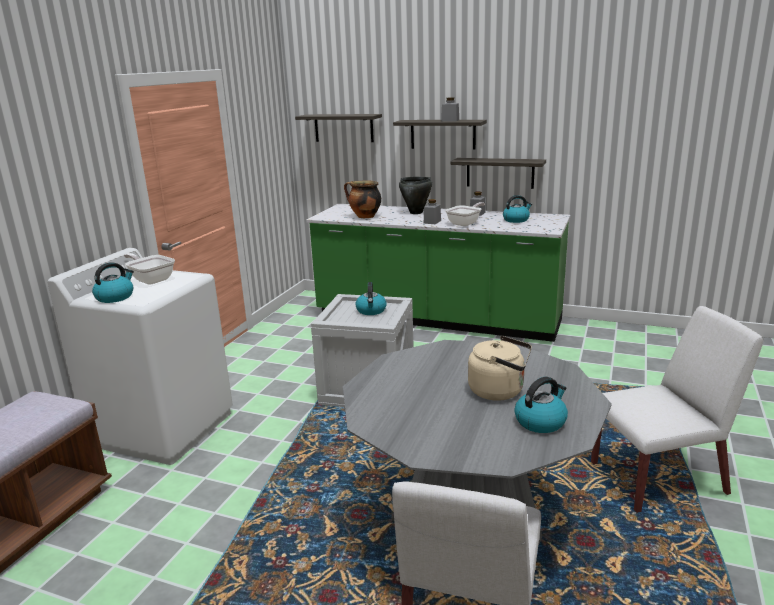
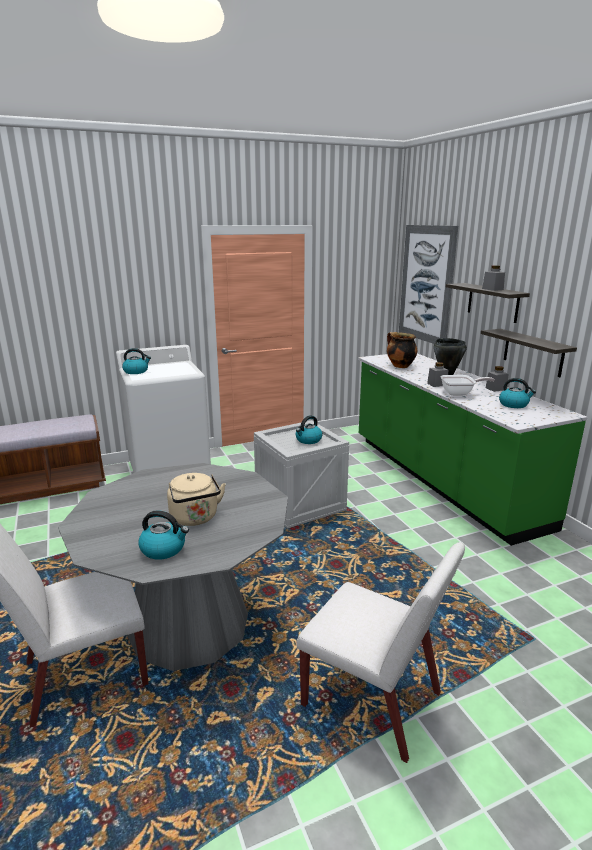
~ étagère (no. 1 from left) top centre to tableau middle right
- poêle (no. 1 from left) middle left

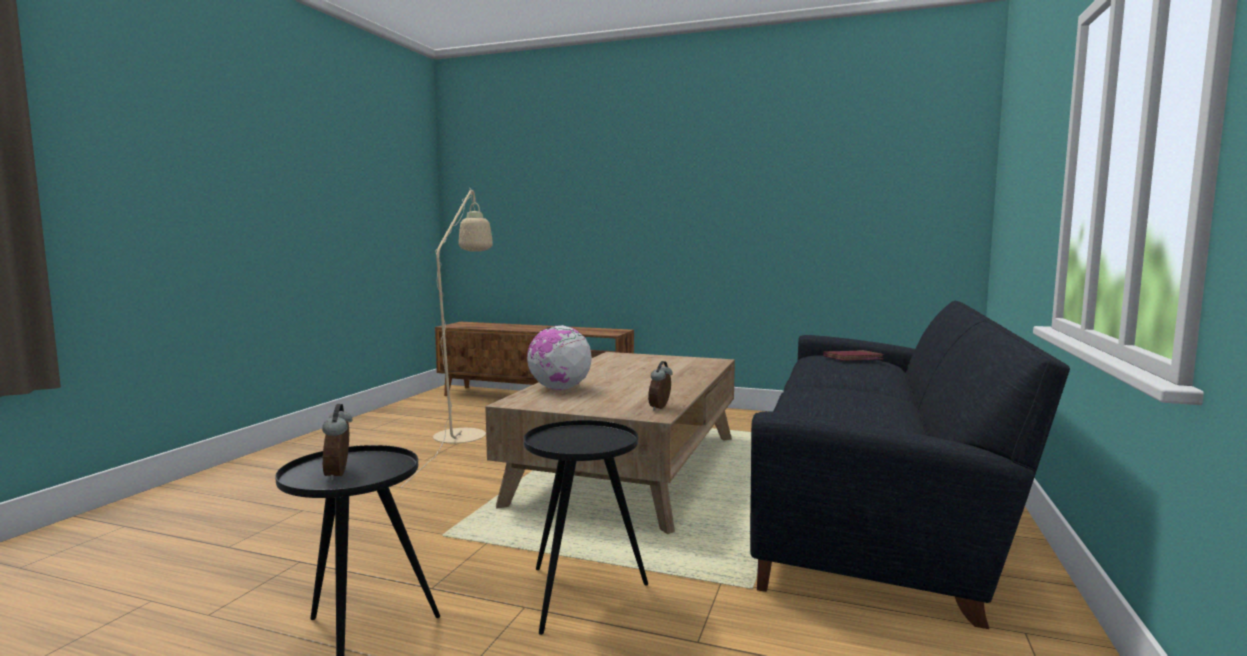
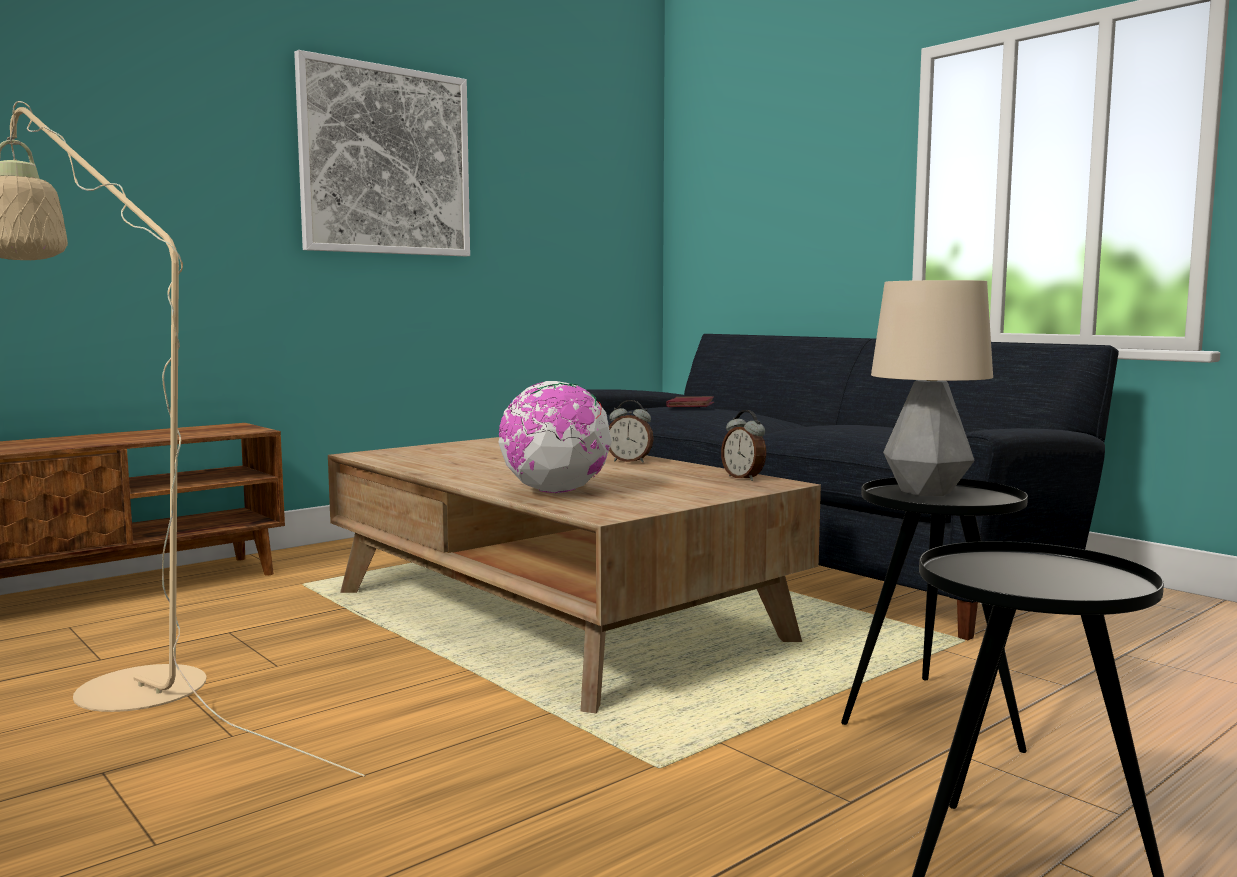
~ réveil (no. 1 from left) bottom left to centre
+ tableau top left
+ lampe de table middle right

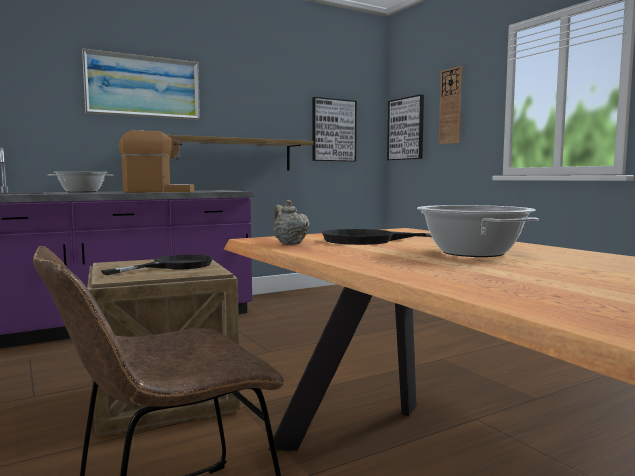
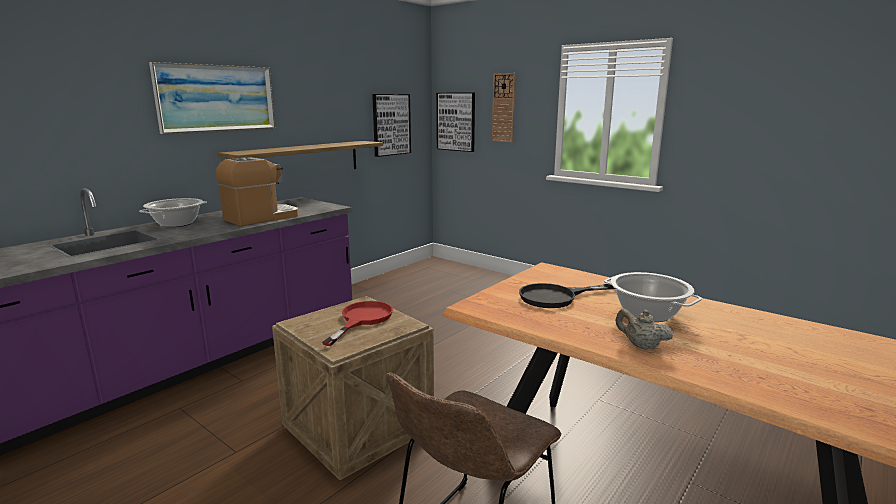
~ théière (beige) centre to middle right
~ poêle (noir) (no. 1 from left) middle left to poêle (rouge) centre

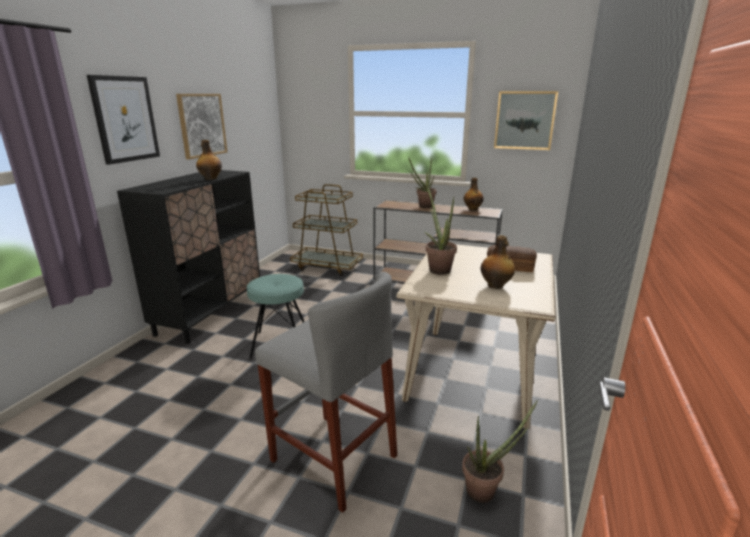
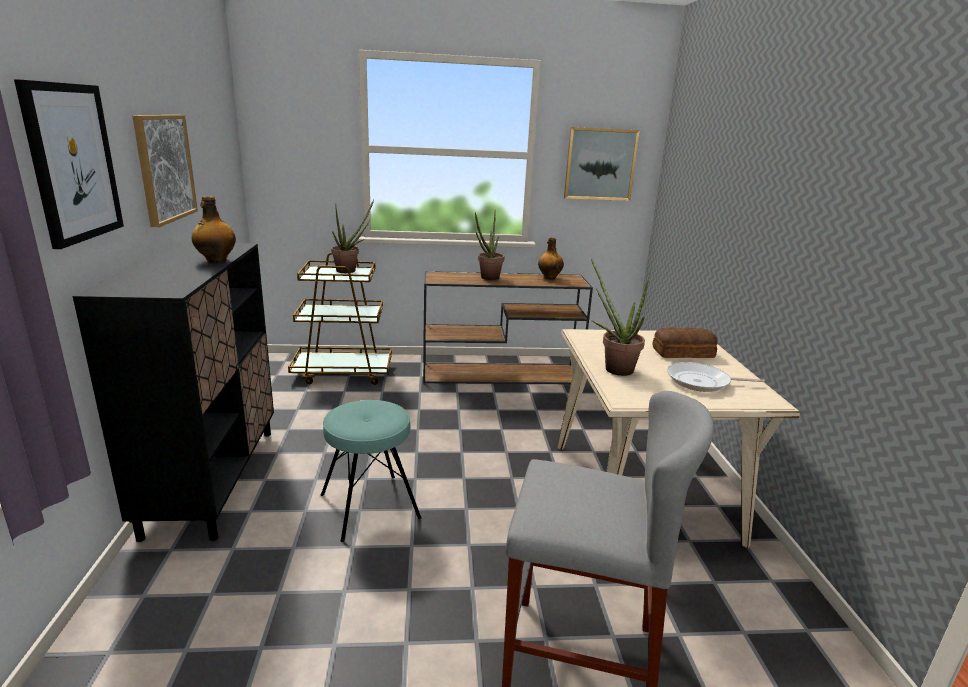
~ bouteille (no. 3 from left) centre to poêle middle right
~ plante en pot (no. 3 from left in the first image) bottom right to plante en pot (no. 1 from left) centre

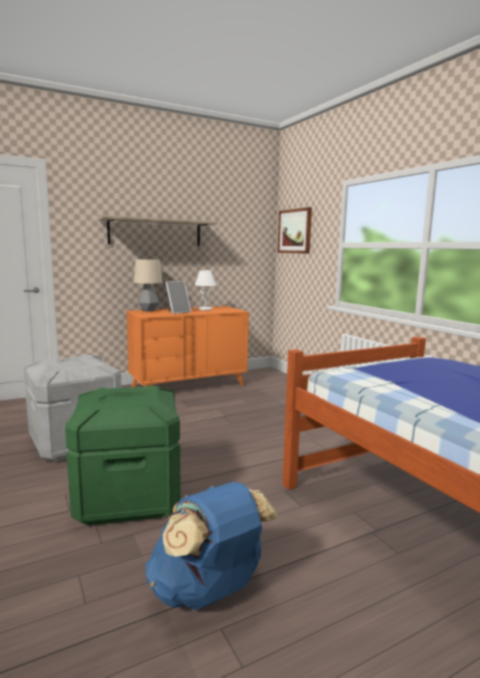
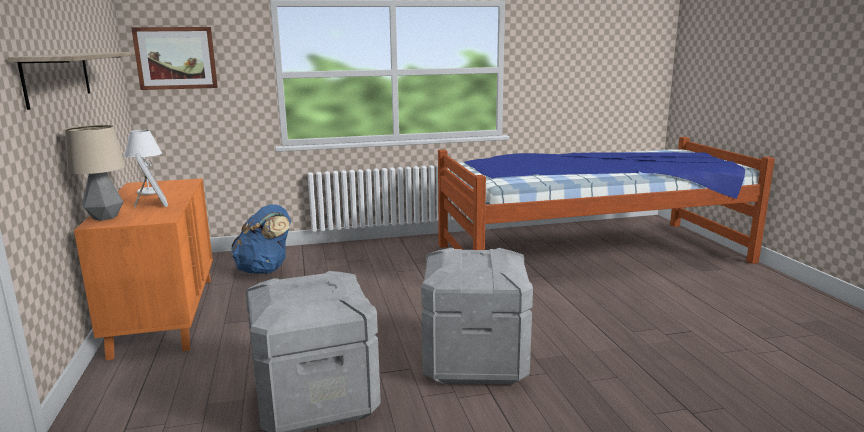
~ boîte de rangement (vert) bottom left to boîte de rangement (gris) (no. 2 from left) bottom centre
~ sac à dos (bleu) bottom centre to middle left

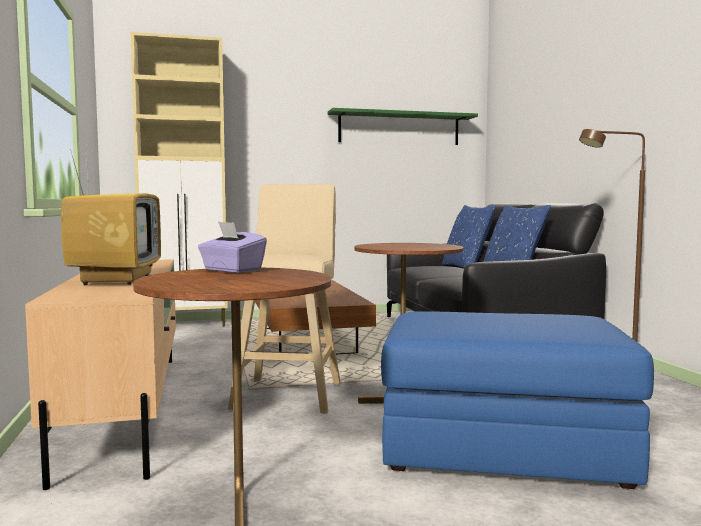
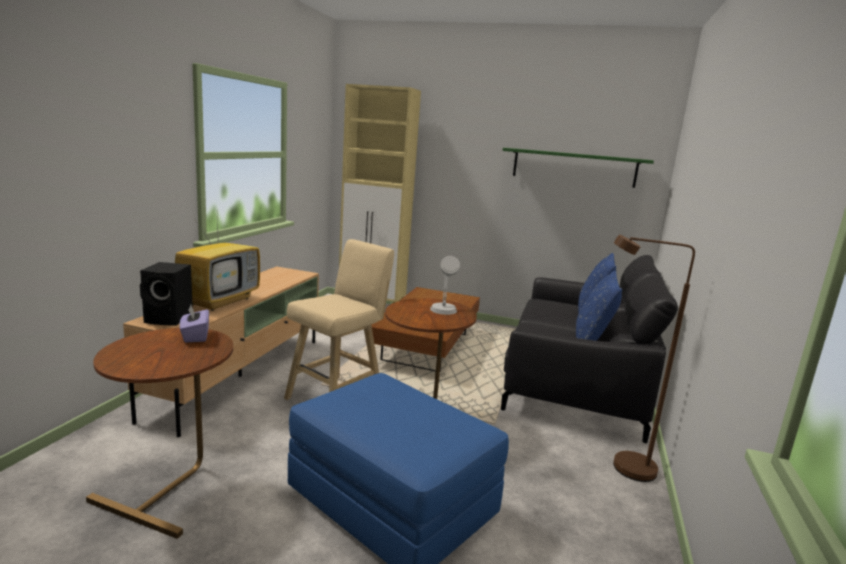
+ lampe de table (gris) centre
+ enceinte (noir) middle left

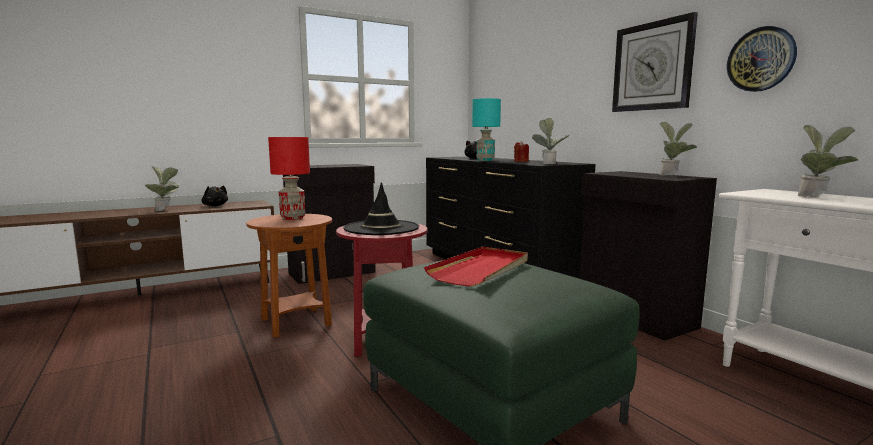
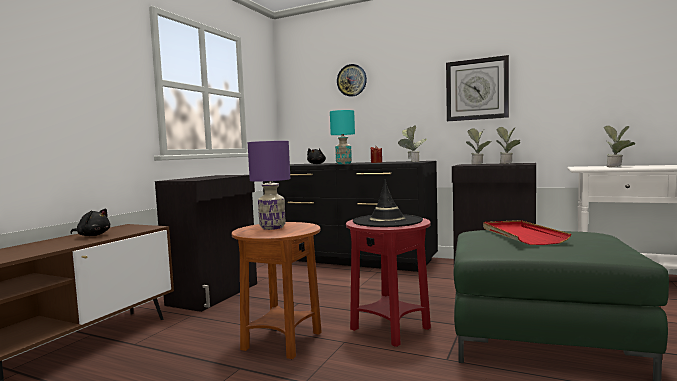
~ horloge murale (no. 2 from left in the first image) top right to horloge murale (no. 1 from left) top centre
~ lampe de table (rouge) middle left to lampe de table (violet) centre
~ plante en pot (no. 1 from left in the first image) middle left to plante en pot (no. 2 from left) middle right

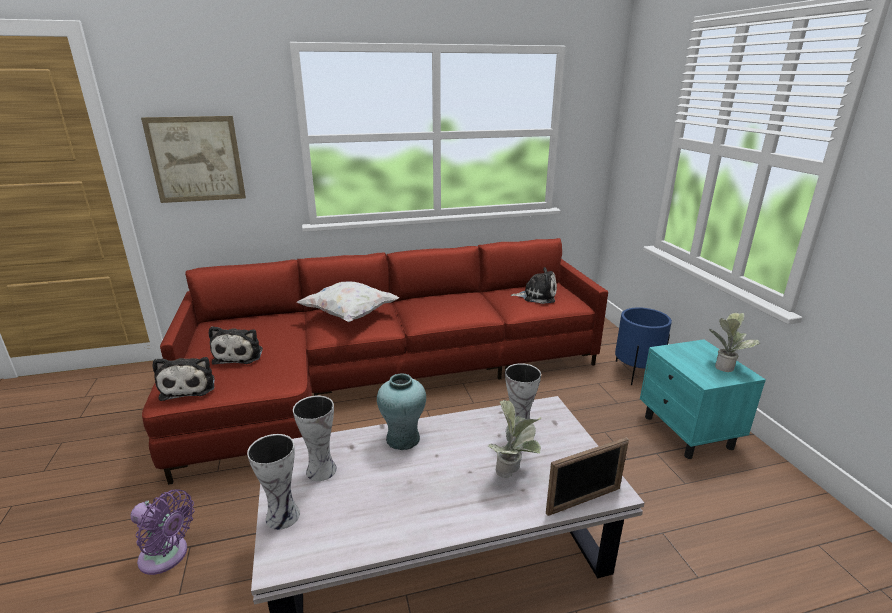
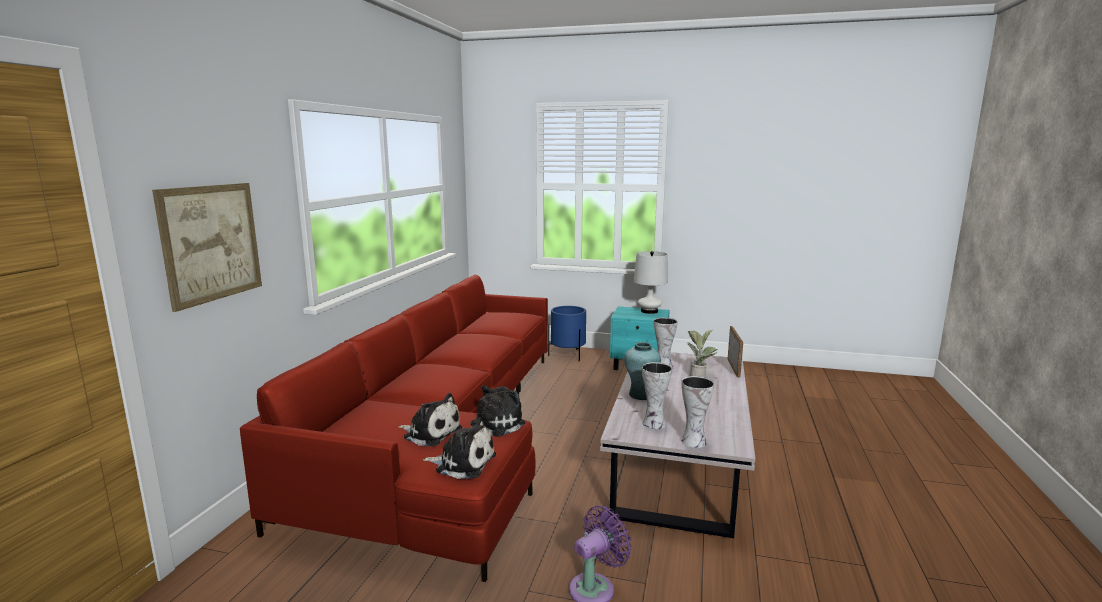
~ peluche (no. 3 from left) centre to bottom centre
- coussin (blanc) centre
~ plante en pot (no. 2 from left) middle right to lampe de table (blanc) centre

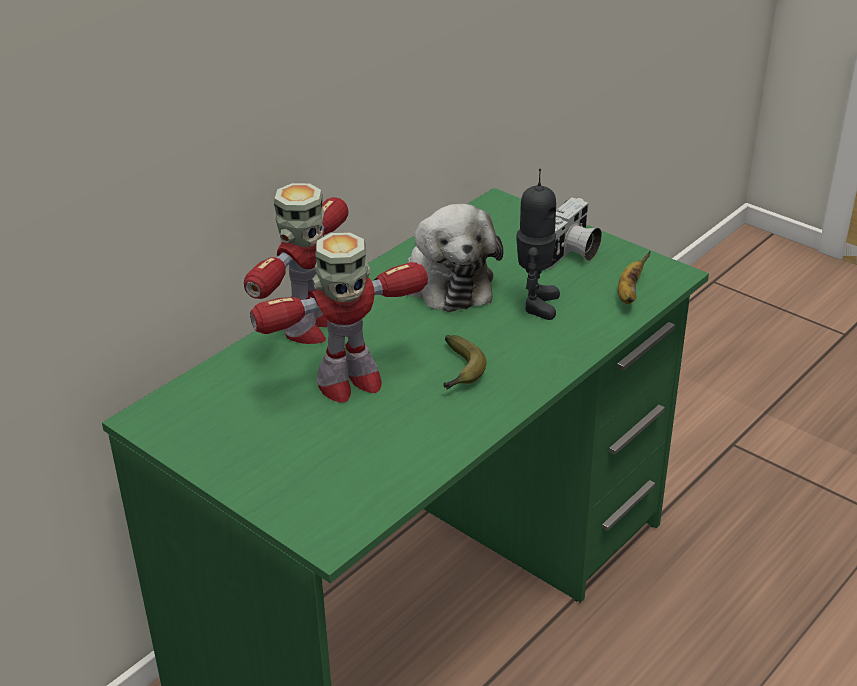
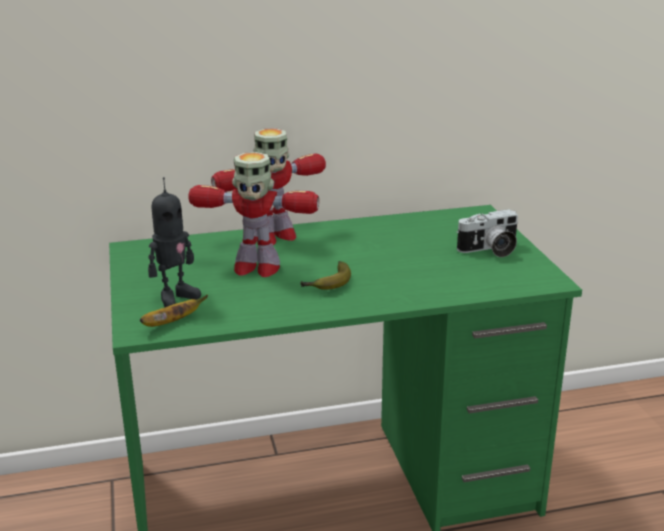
~ robot jouet (no. 3 from left in the first image) centre to robot jouet (no. 1 from left) middle left
- peluche centre
~ banane (no. 2 from left in the first image) middle right to banane (no. 1 from left) middle left

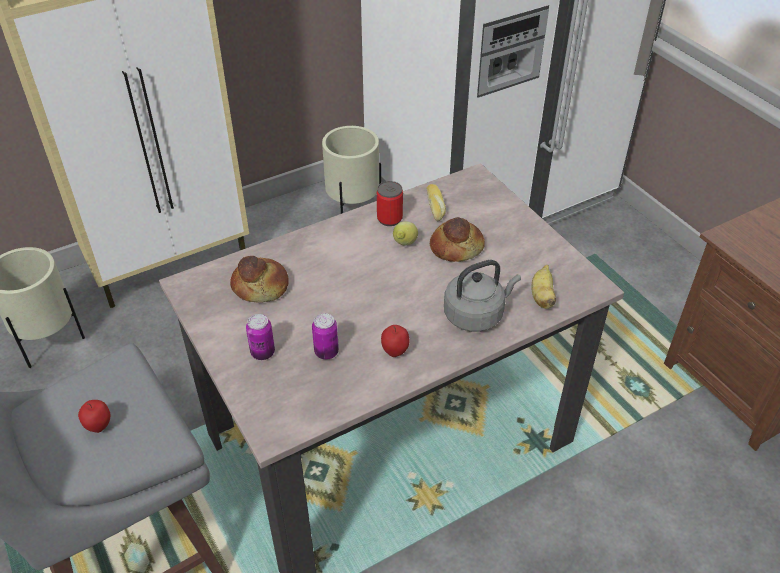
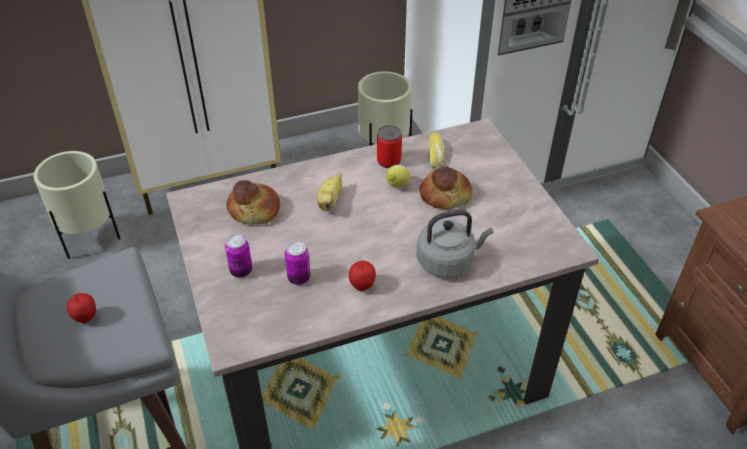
~ banane middle right to centre

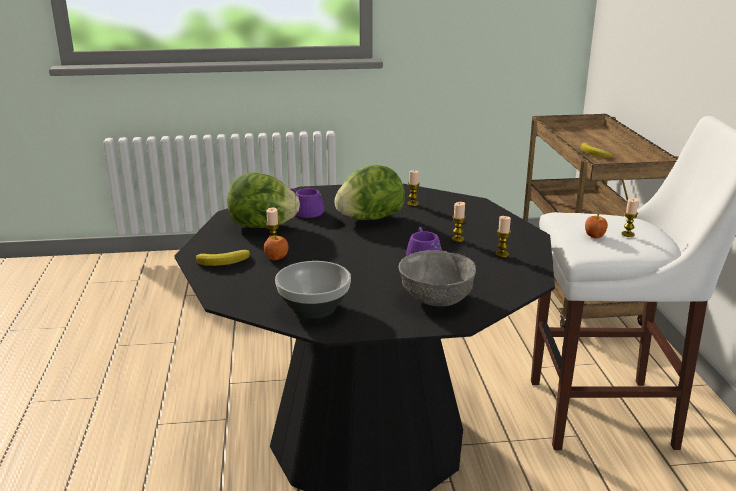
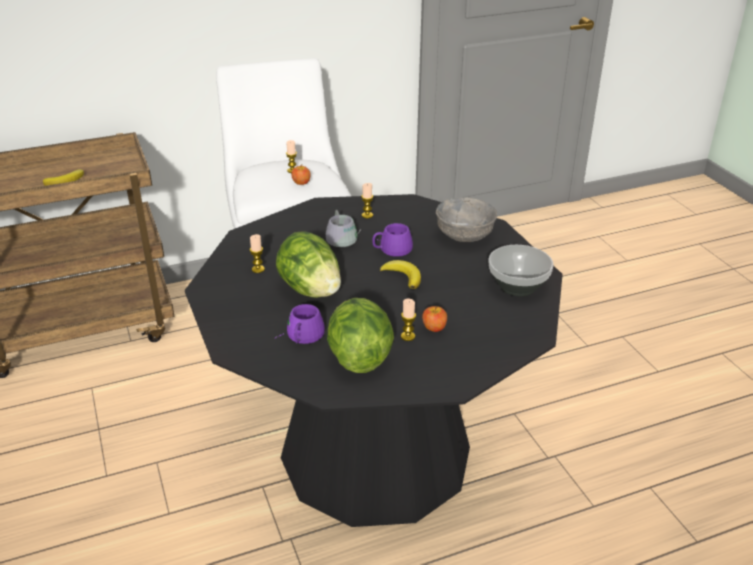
~ bougie (no. 3 from left) centre to mug (gris) centre
~ banane (no. 1 from left in the first image) middle left to banane (no. 2 from left) centre

